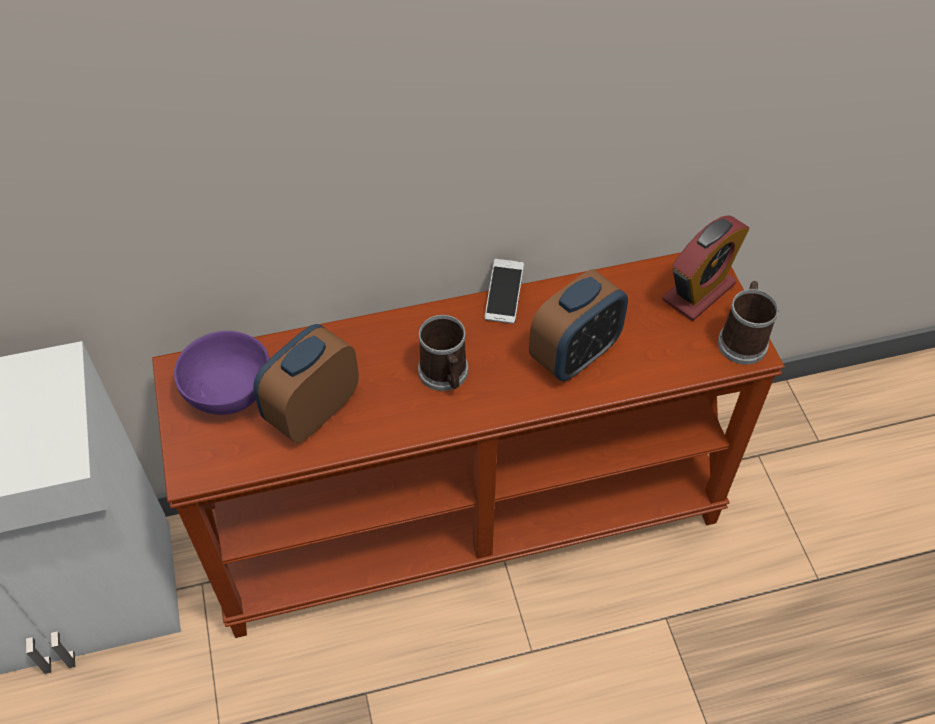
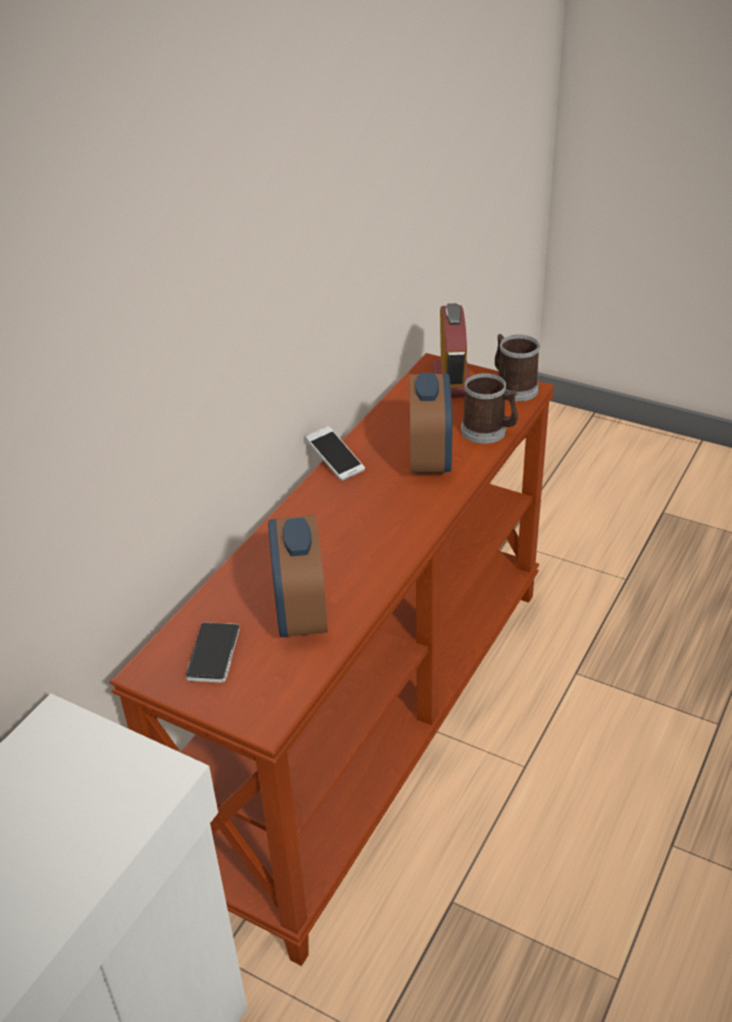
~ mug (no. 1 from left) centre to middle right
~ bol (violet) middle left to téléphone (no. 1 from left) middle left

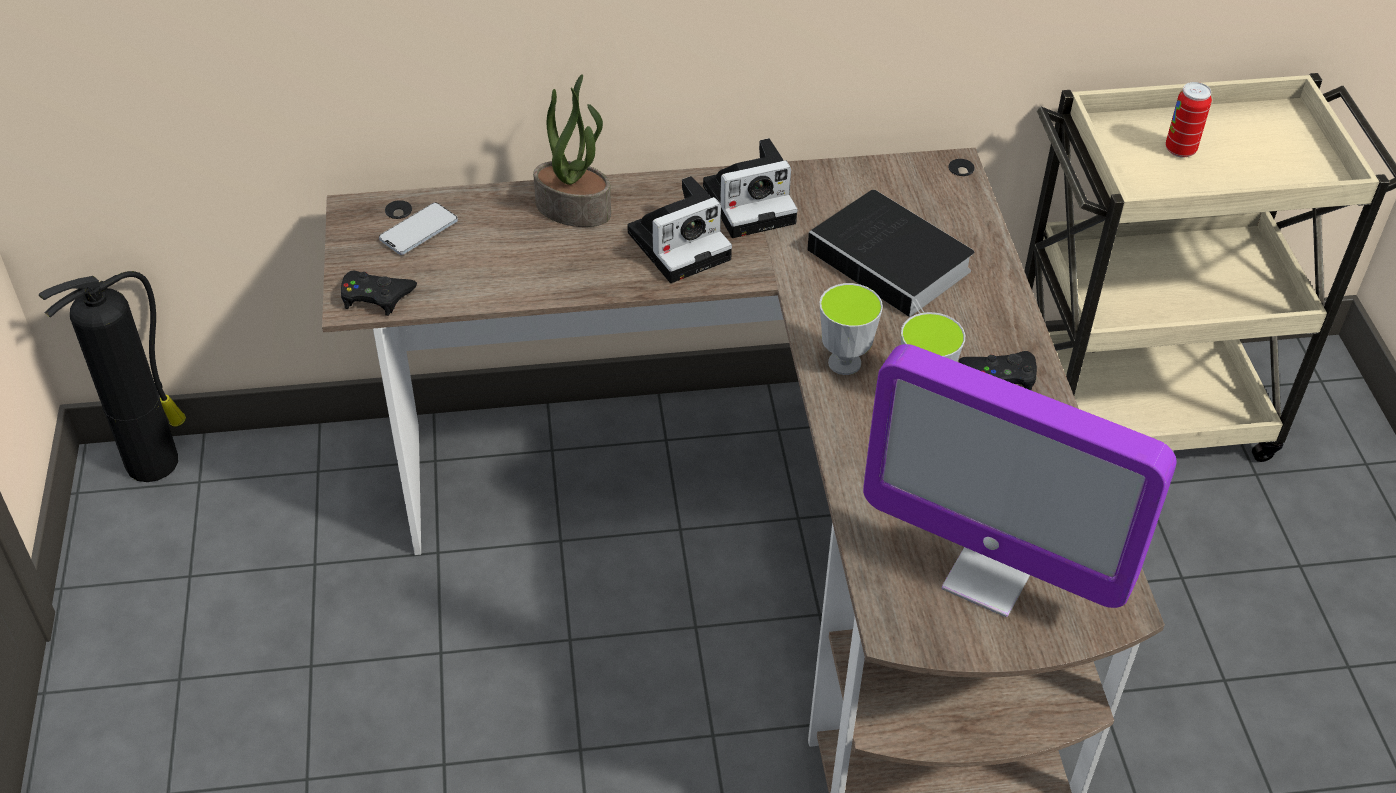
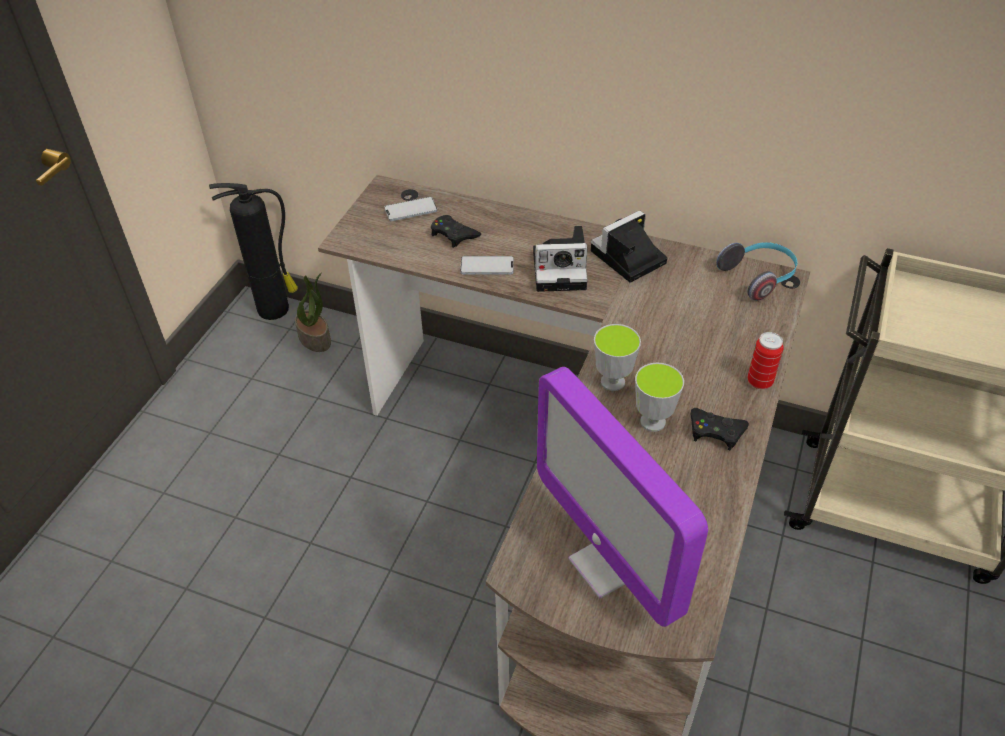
~ plante en pot top centre to middle left
~ boîte métallique top right to middle right
~ appareil photo (no. 2 from left) top centre = centre 135 degrees clockwise
- livre top centre
~ manette (noir) (no. 1 from left) middle left to top centre
+ casque audio middle right
+ téléphone (no. 2 from left) centre

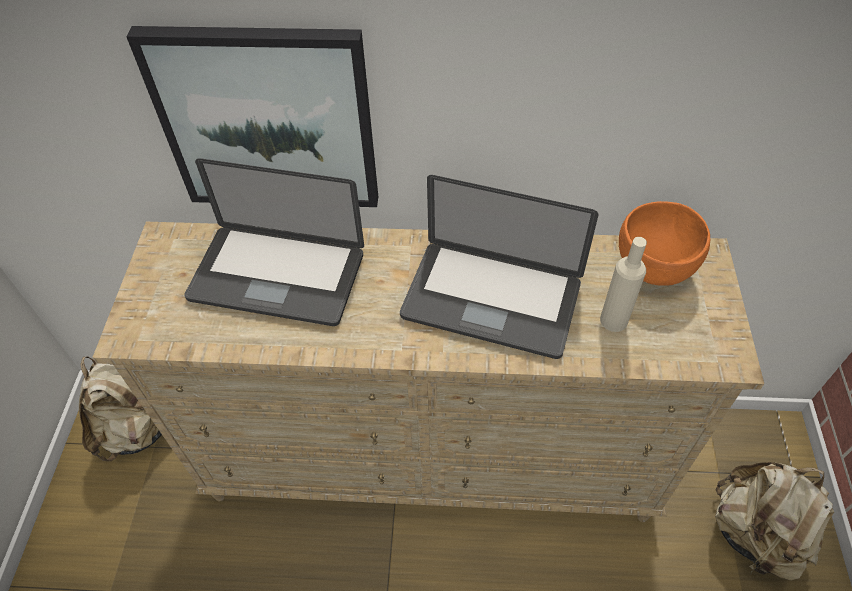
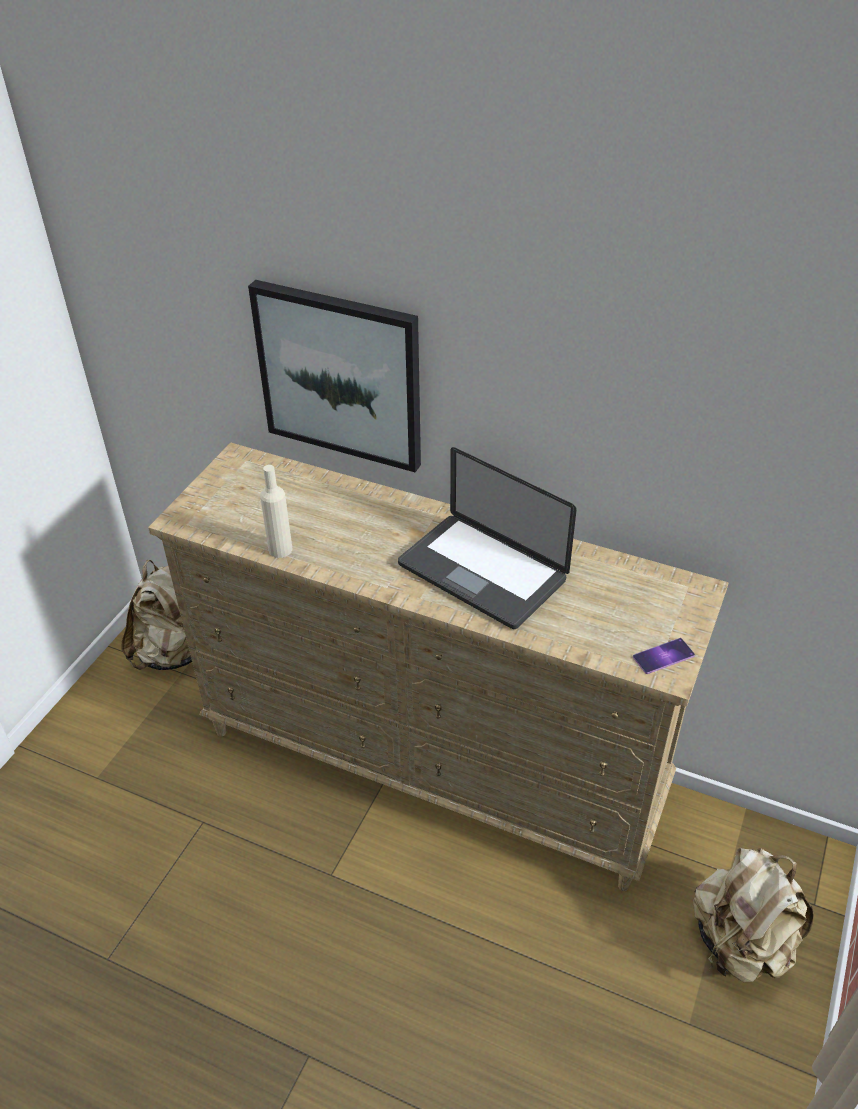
- ordinateur portable (no. 1 from left) middle left
- bol (orange) middle right
~ bouteille (beige) middle right to middle left
+ téléphone middle right

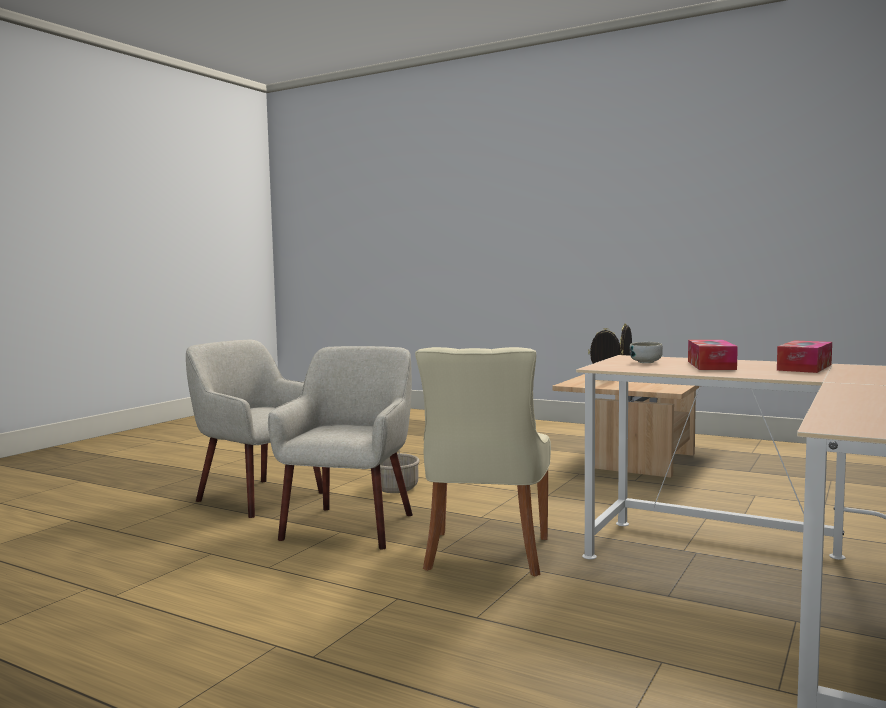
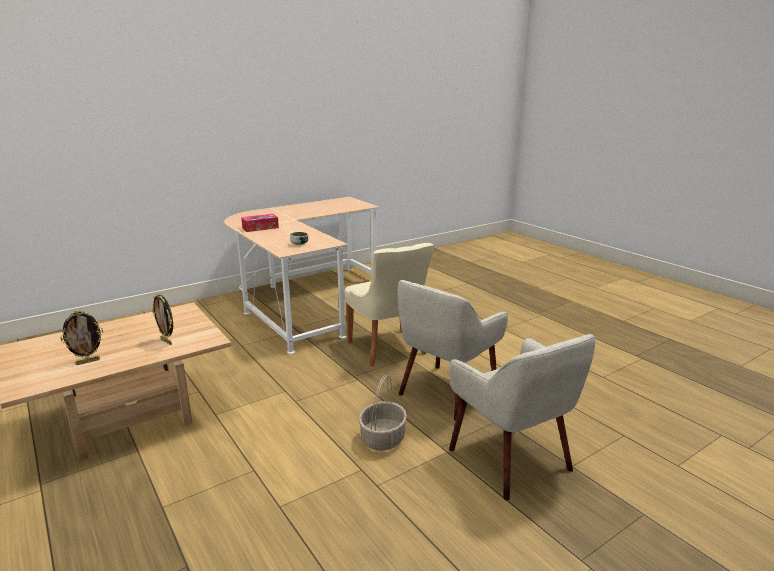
- boîte à mouchoirs (no. 1 from left) middle right
~ chaise (beige) centre = centre 120 degrees clockwise

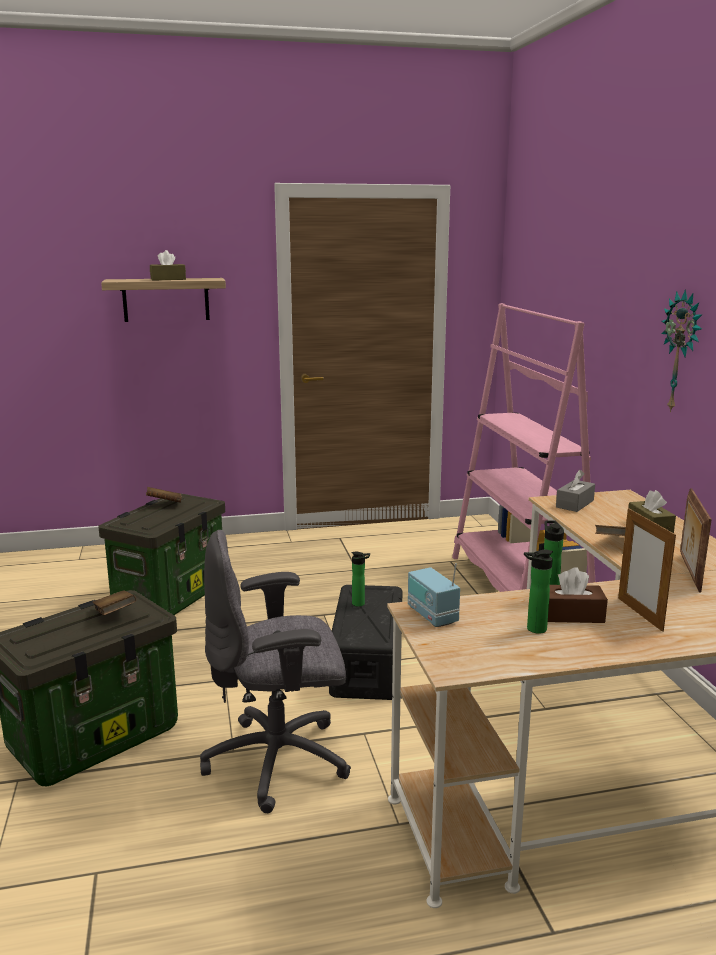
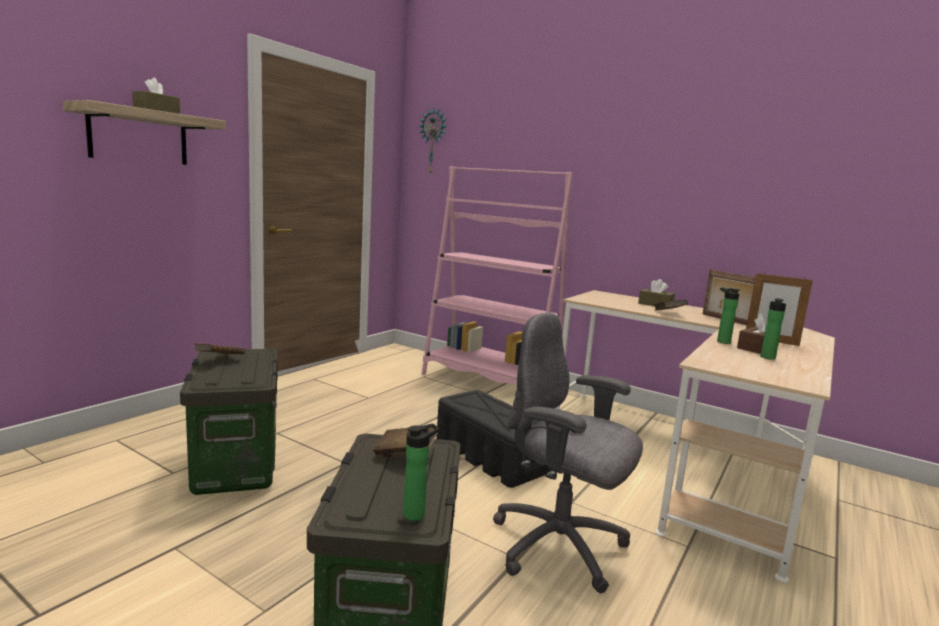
~ horloge murale middle right to top centre
- boîte à mouchoirs (gris) middle right
~ chaise de bureau (gris) bottom centre = bottom centre 90 degrees clockwise
~ bouteille (no. 1 from left) centre to bottom centre
- radio centre

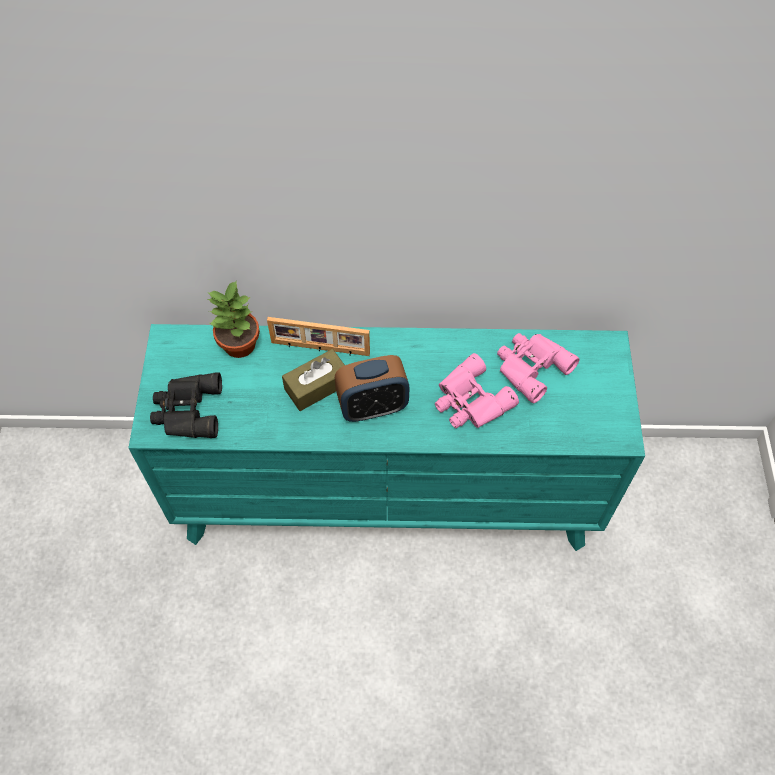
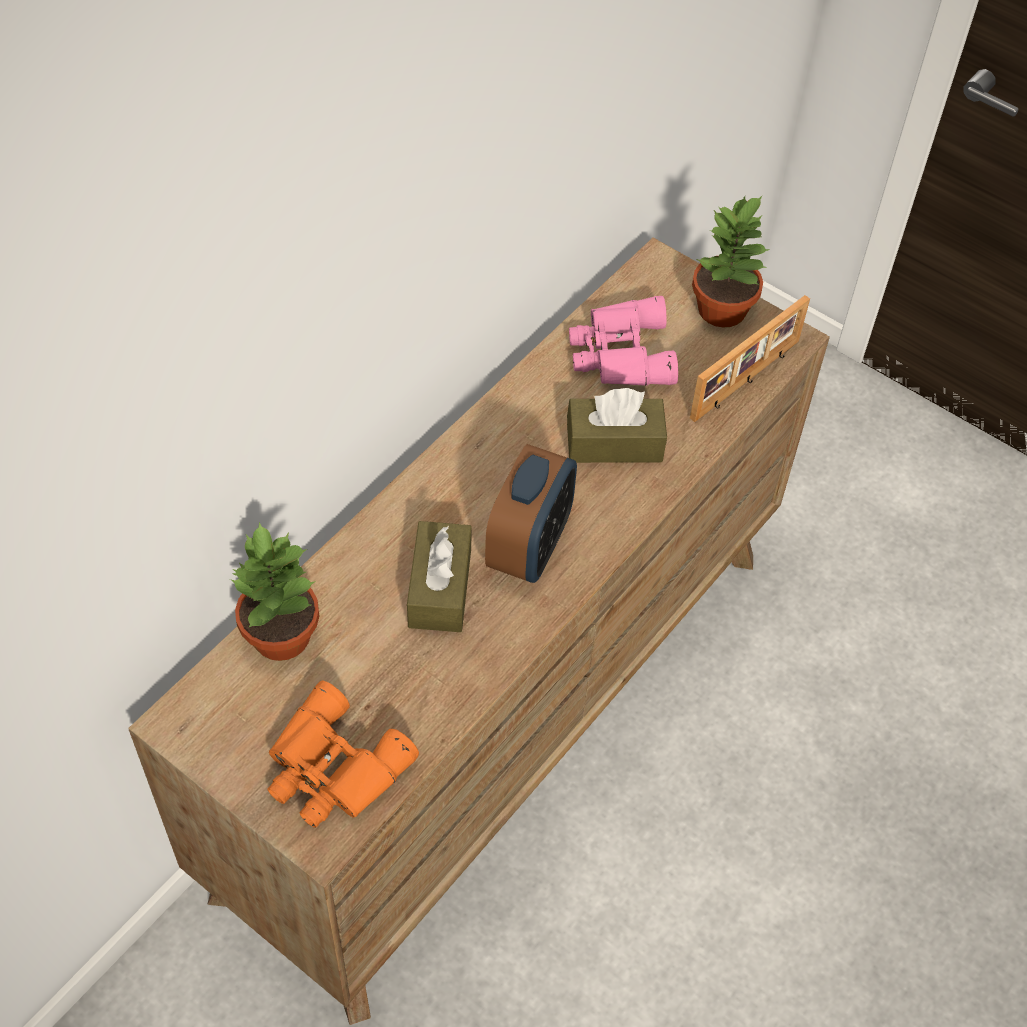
~ cadre photo centre to middle right
~ commode (turquoise) centre to commode (marron) centre
~ jumelles (rose) (no. 1 from left) centre to boîte à mouchoirs (marron) (no. 2 from left) centre
~ jumelles (noir) middle left to jumelles (orange) bottom centre
+ plante en pot (no. 2 from left) top right

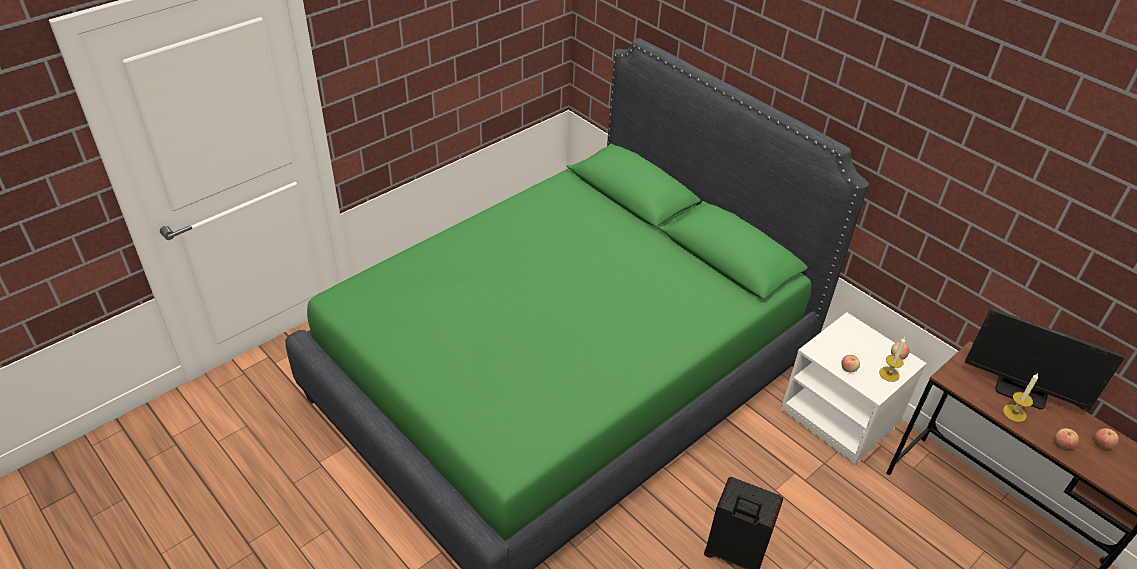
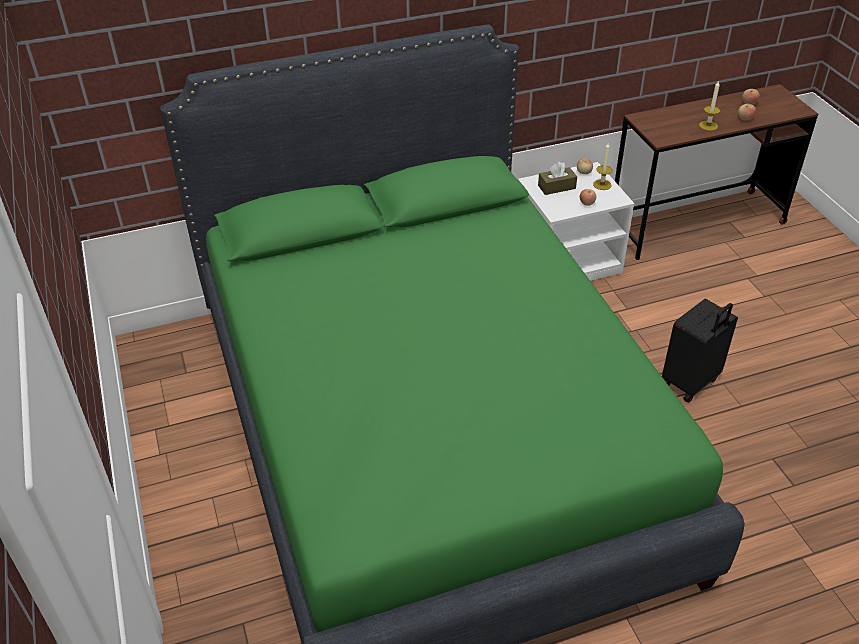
- écran d'ordinateur middle right
+ boîte à mouchoirs (marron) top centre

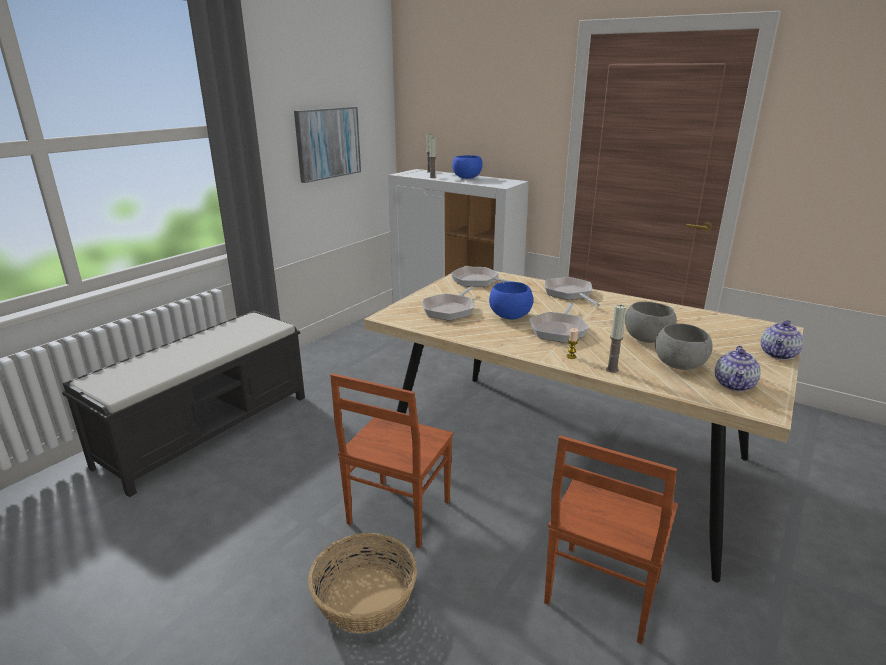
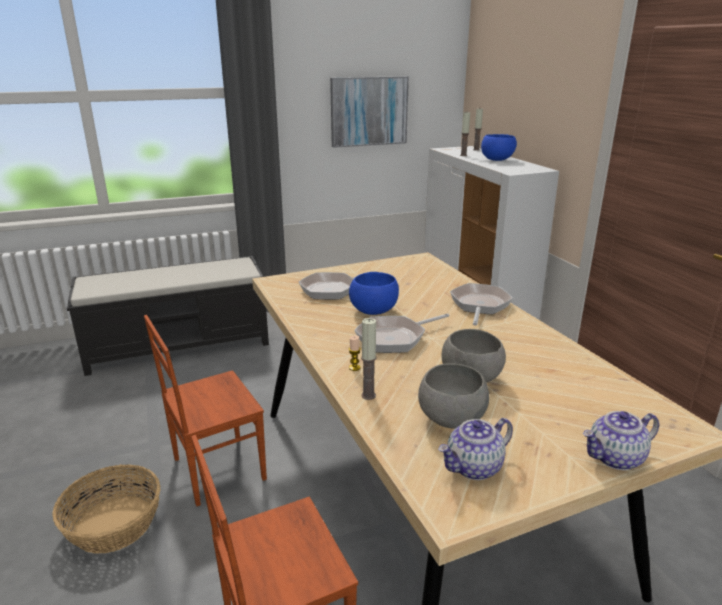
- poêle (no. 2 from left) centre

